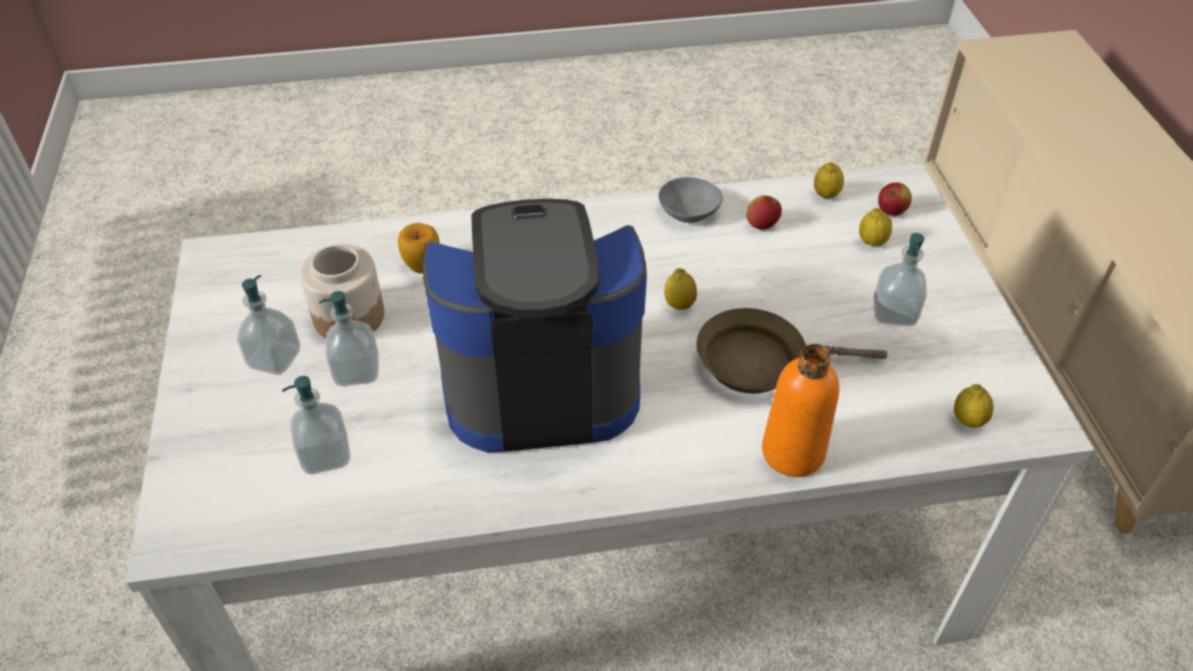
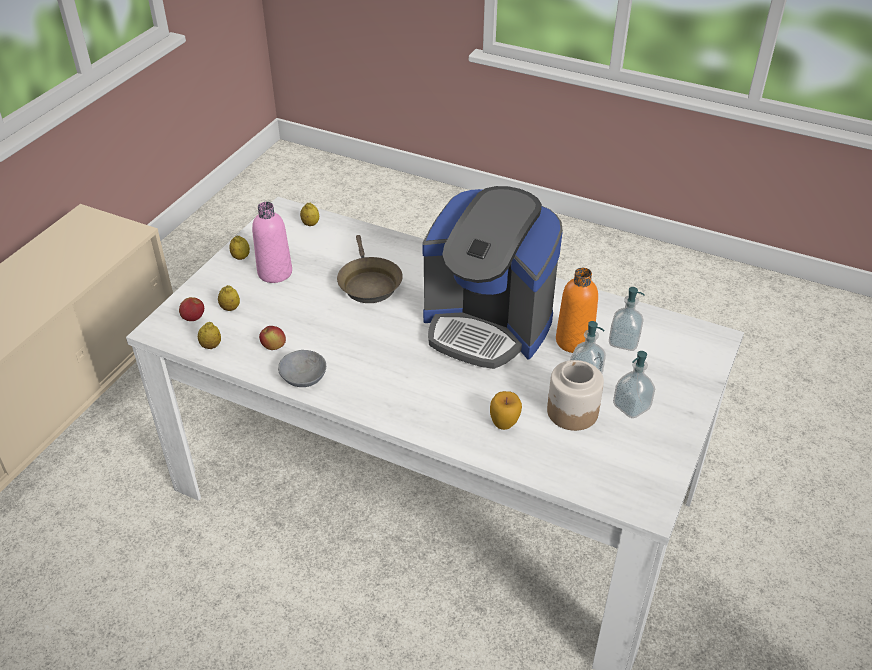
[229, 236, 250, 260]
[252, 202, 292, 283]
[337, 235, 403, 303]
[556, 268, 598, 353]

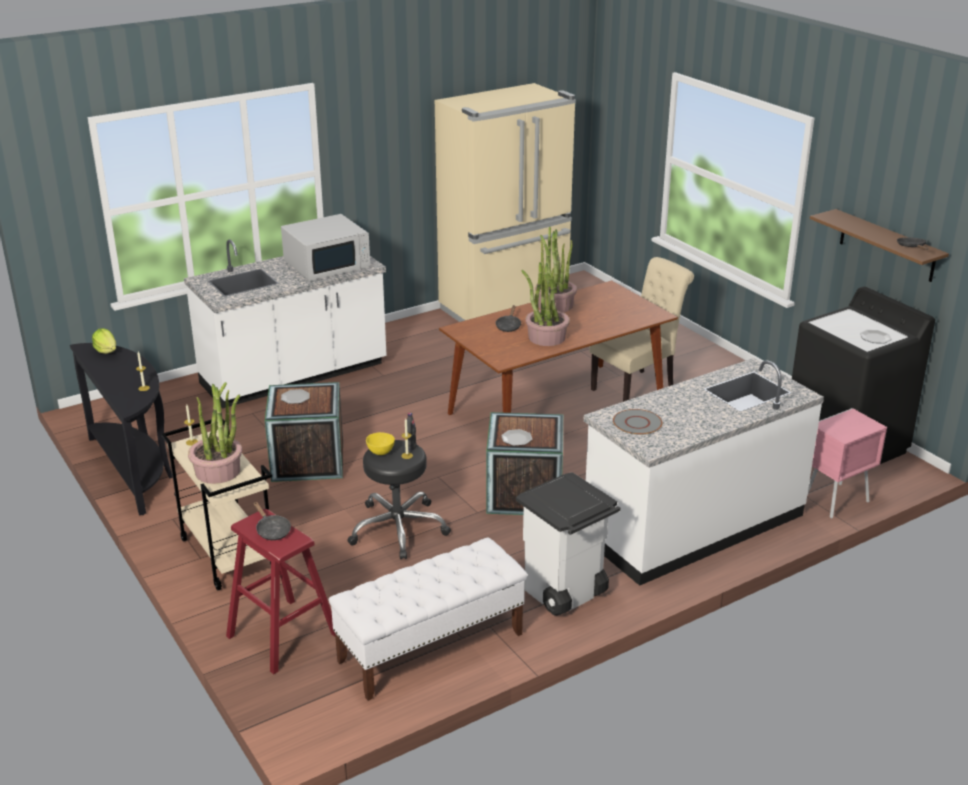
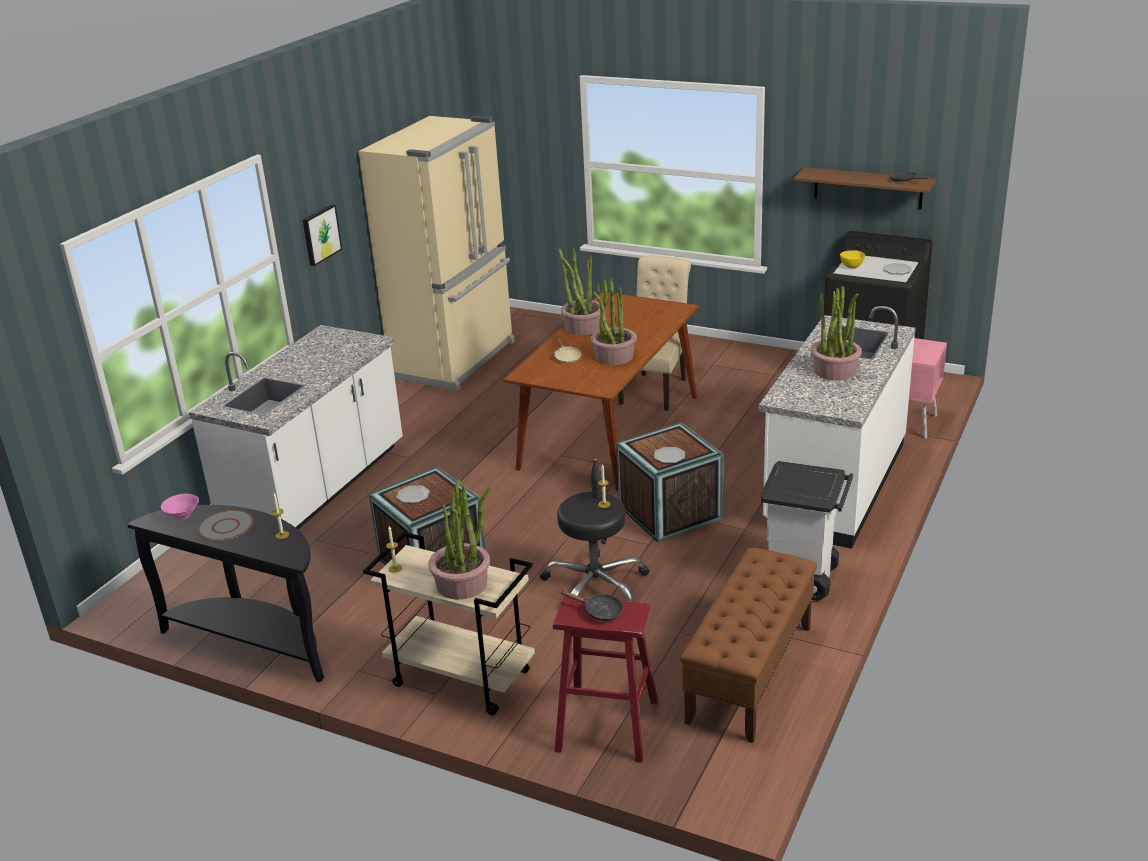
[161, 494, 199, 520]
[198, 510, 253, 541]
[303, 204, 342, 266]
[554, 337, 581, 363]
[680, 548, 817, 743]
[810, 286, 862, 380]
[840, 250, 865, 268]
[281, 214, 370, 281] (first image)

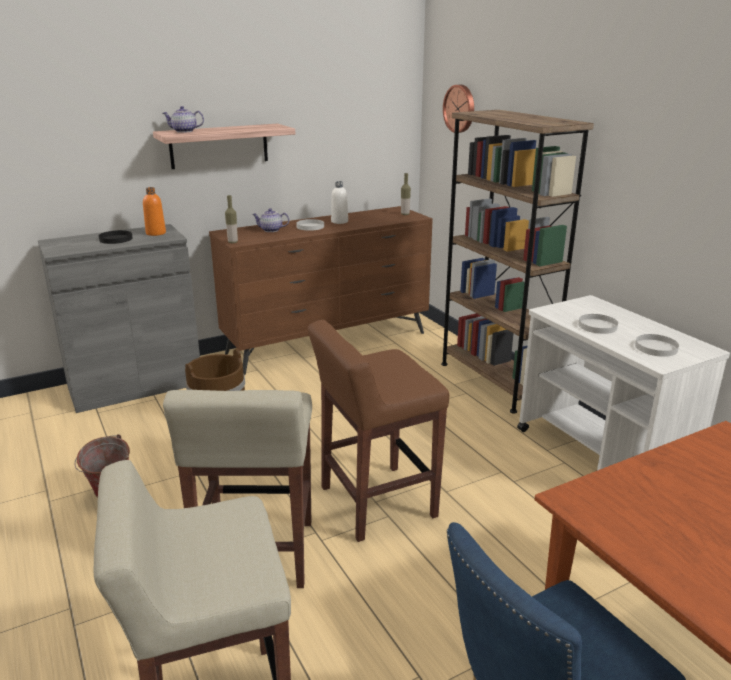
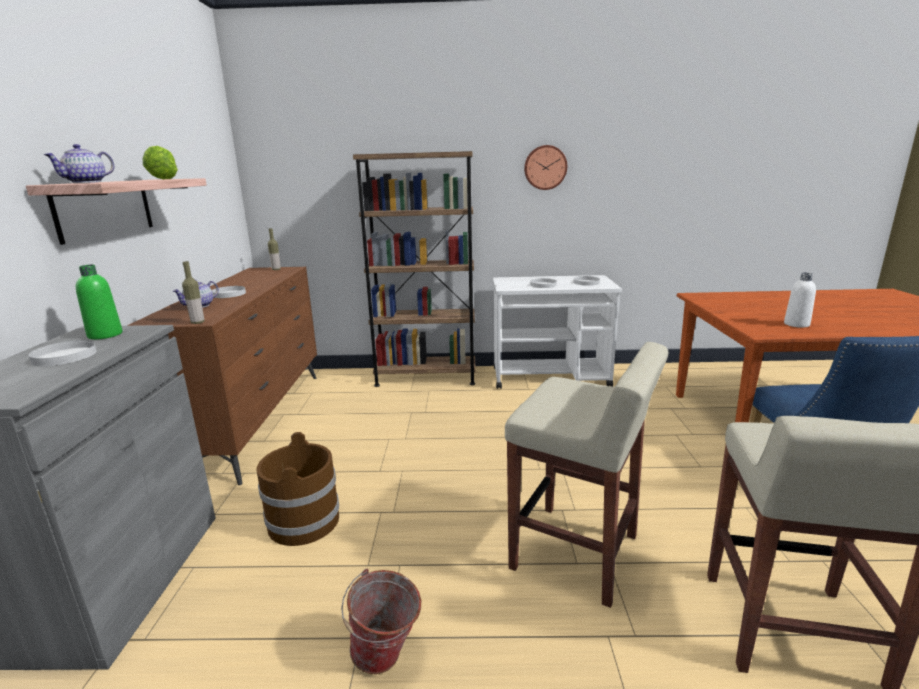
[28, 340, 97, 366]
[76, 265, 122, 340]
[143, 146, 178, 179]
[524, 145, 567, 190]
[784, 273, 816, 328]
[308, 320, 449, 542] (first image)

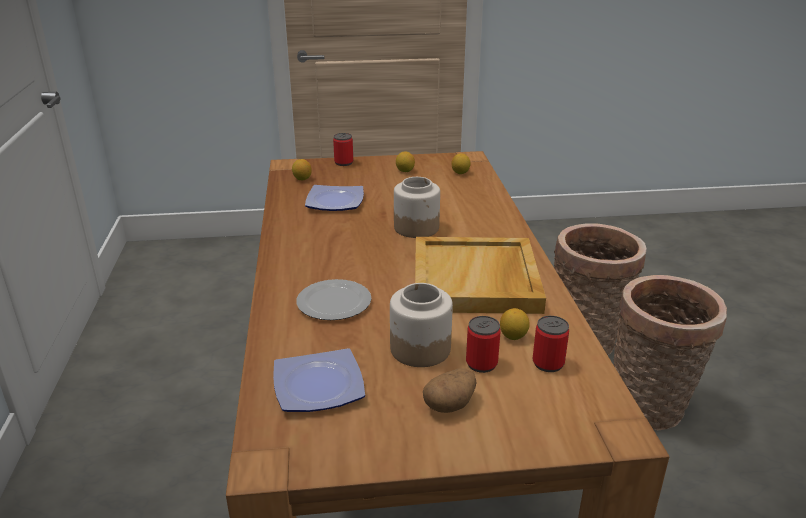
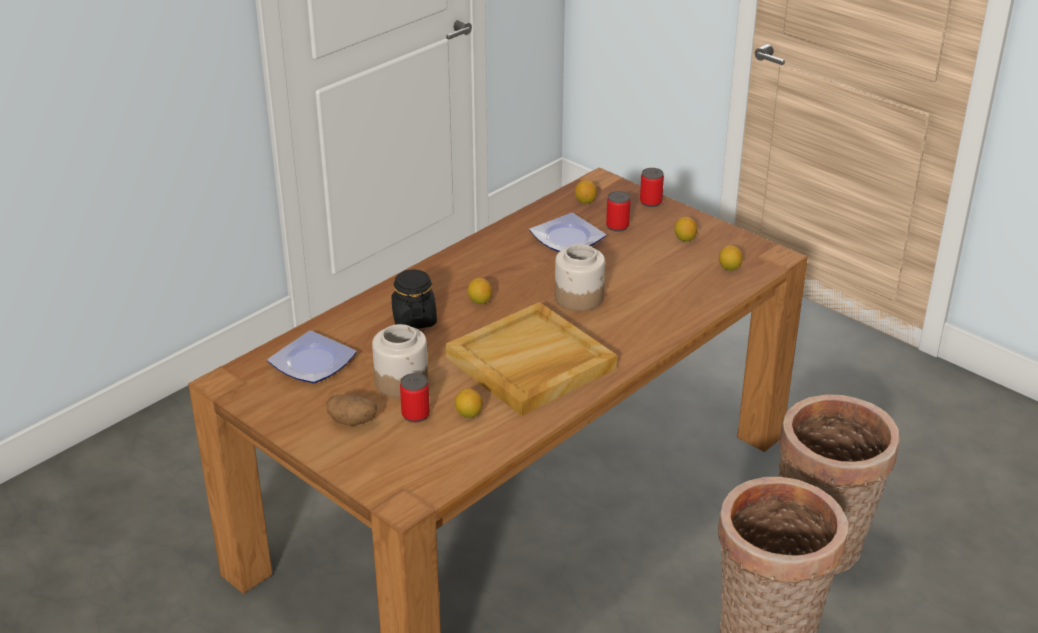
[391, 269, 437, 329]
[468, 278, 492, 304]
[606, 191, 631, 232]

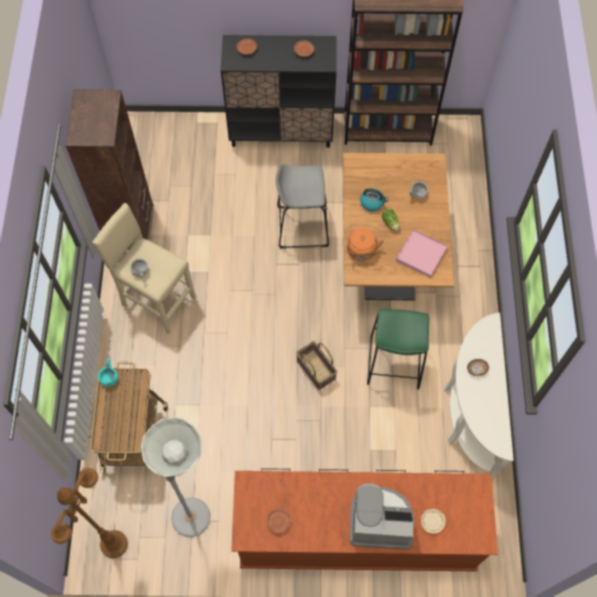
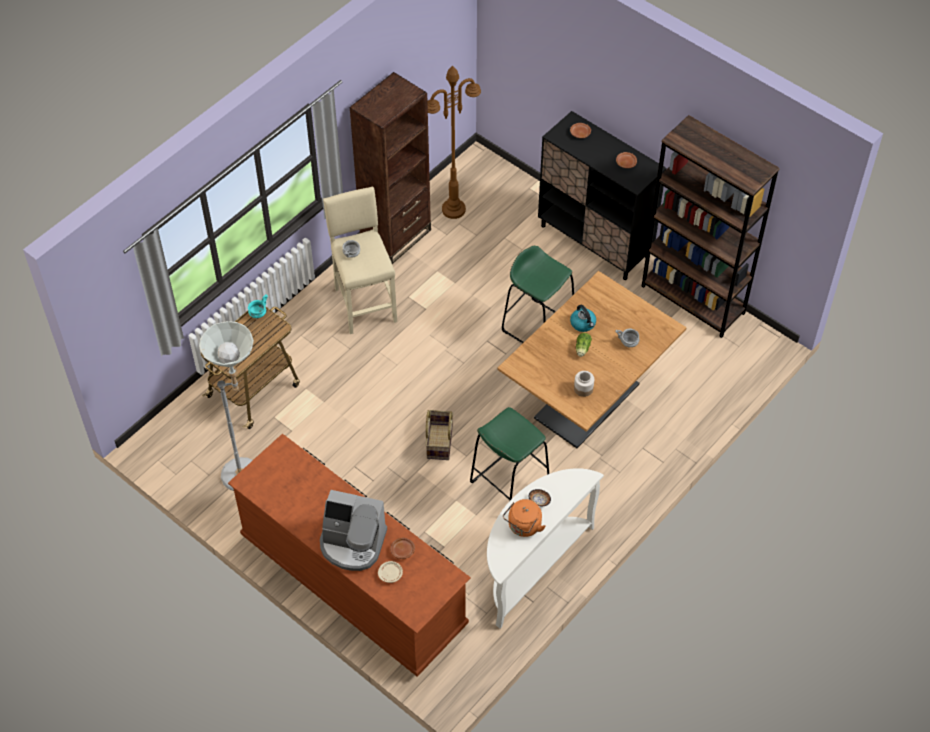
[320, 490, 387, 571]
[390, 538, 415, 559]
[427, 66, 481, 219]
[502, 246, 574, 343]
[503, 499, 546, 537]
[574, 371, 594, 397]

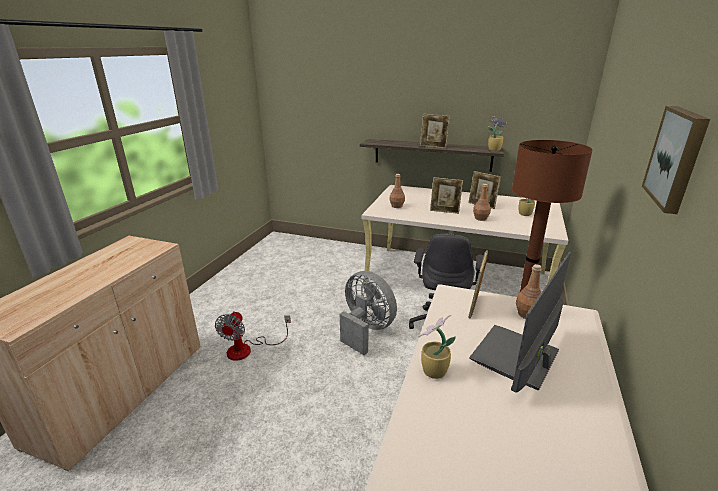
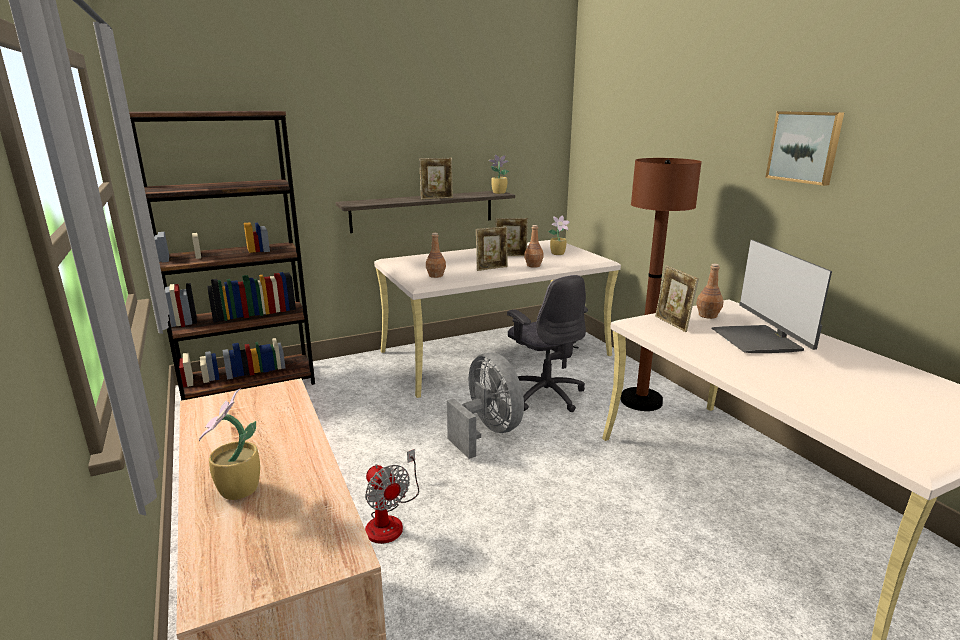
[129, 111, 315, 401]
[199, 389, 260, 500]
[447, 353, 524, 459]

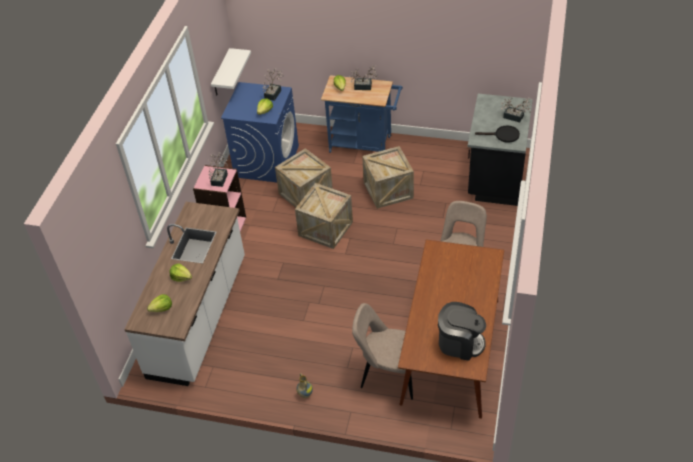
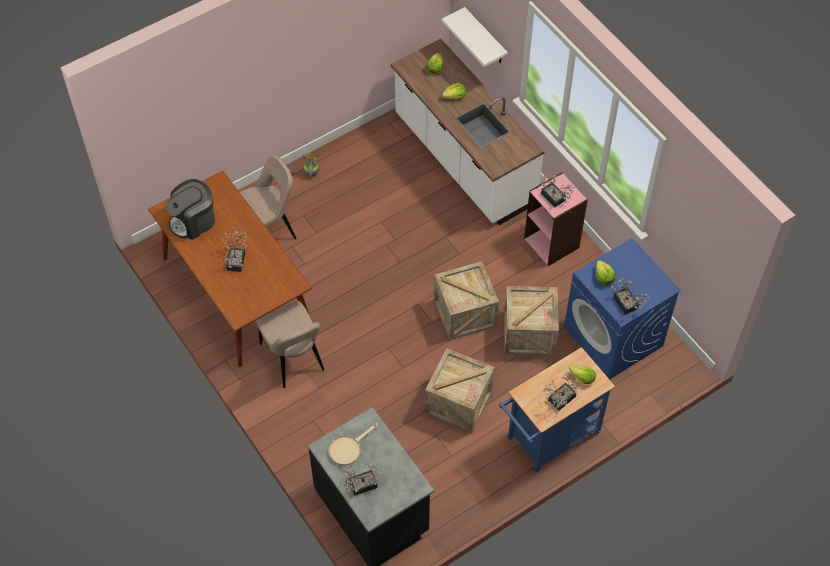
[222, 231, 247, 272]
[329, 423, 378, 465]
[442, 7, 508, 67]

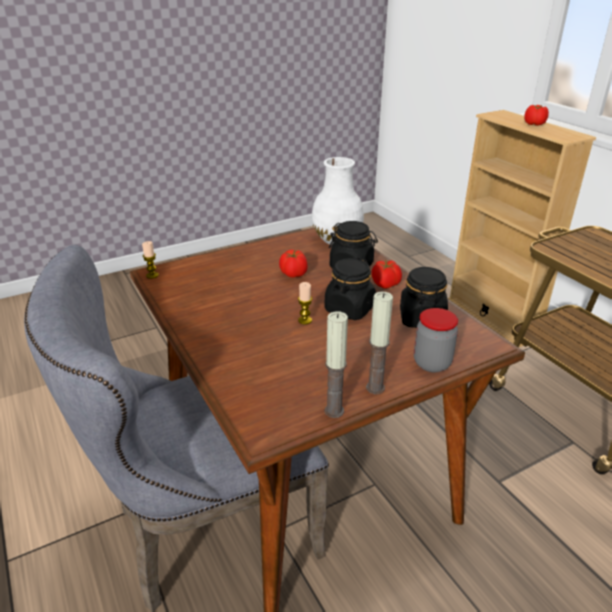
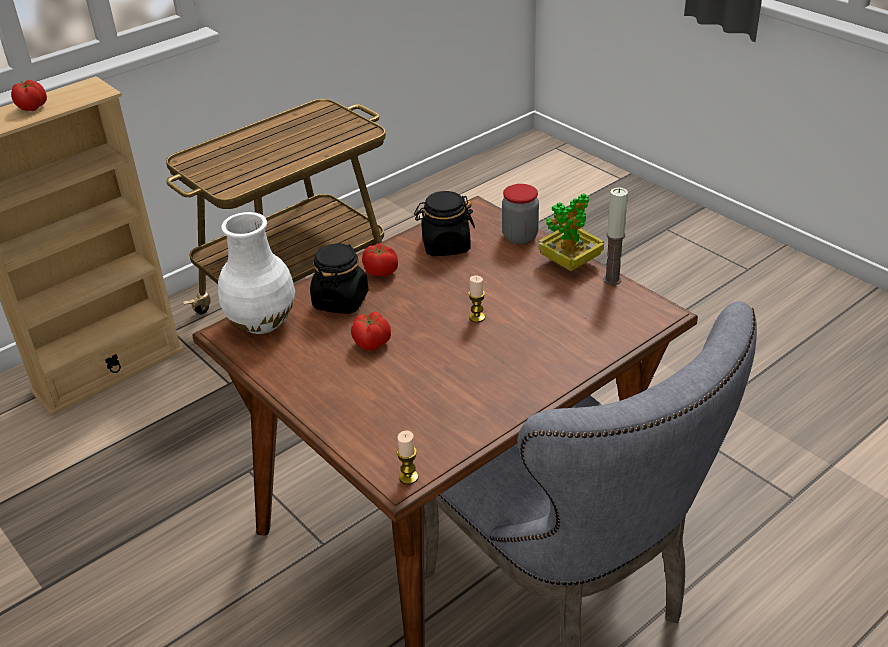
[539, 193, 604, 271]
[324, 257, 376, 320] (first image)

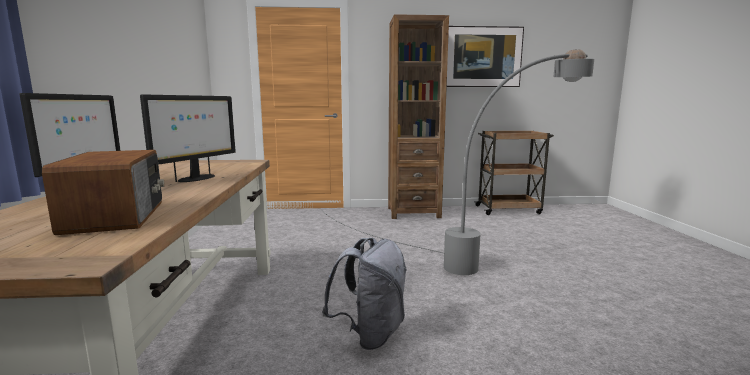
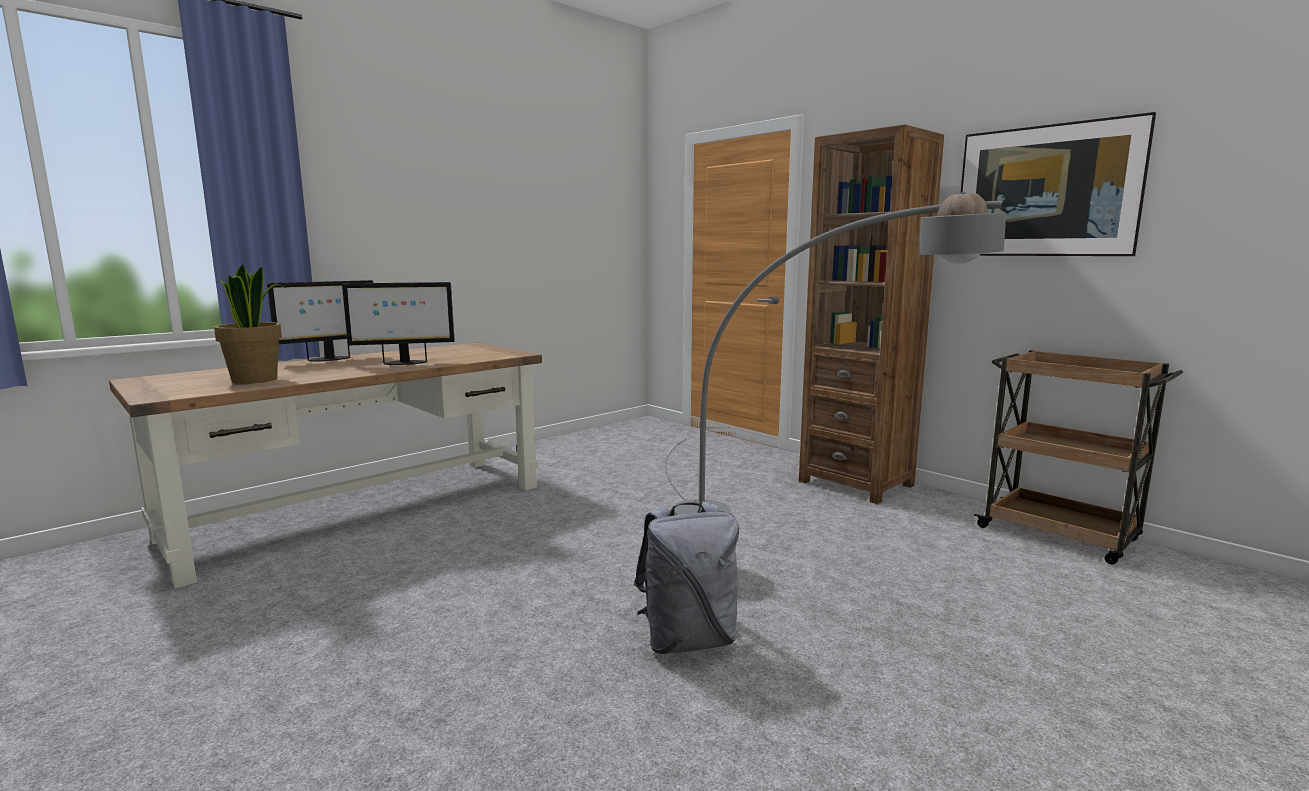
[214, 264, 286, 384]
[634, 502, 739, 654]

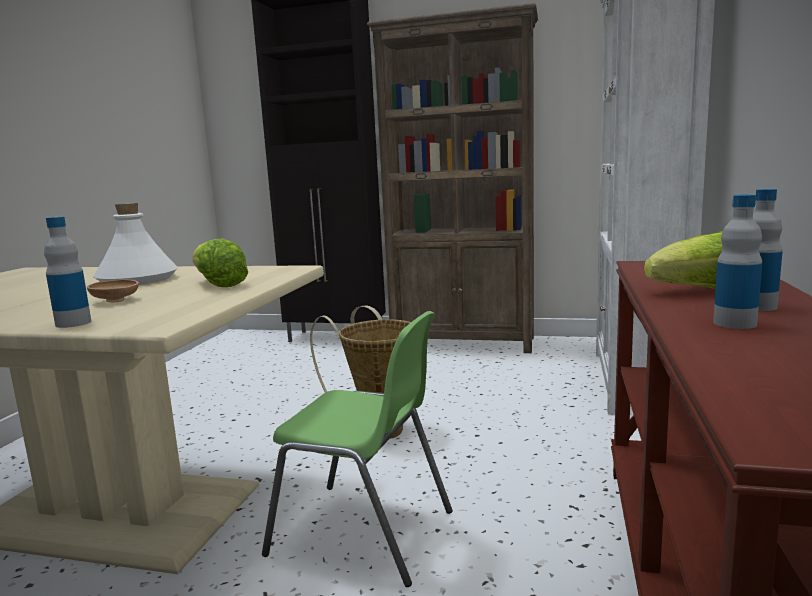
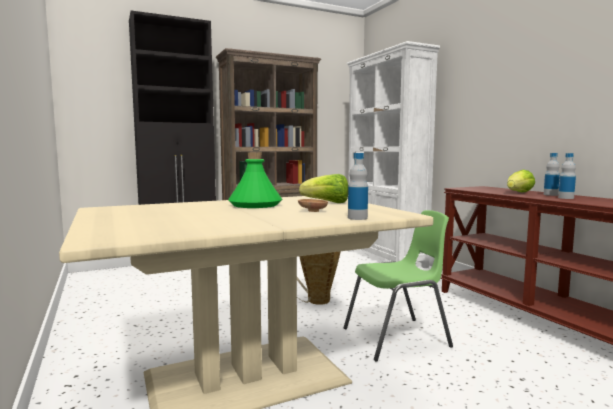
[228, 152, 282, 208]

